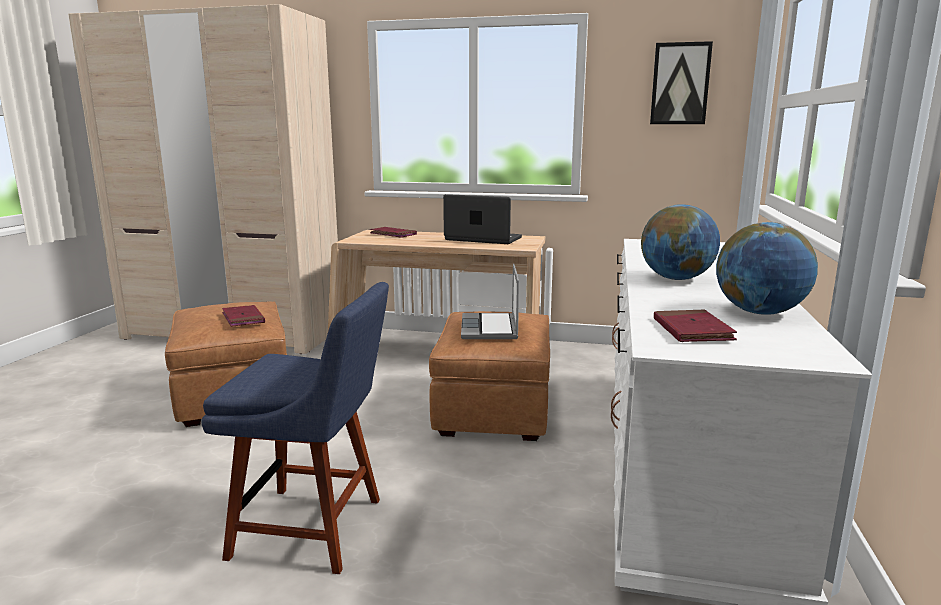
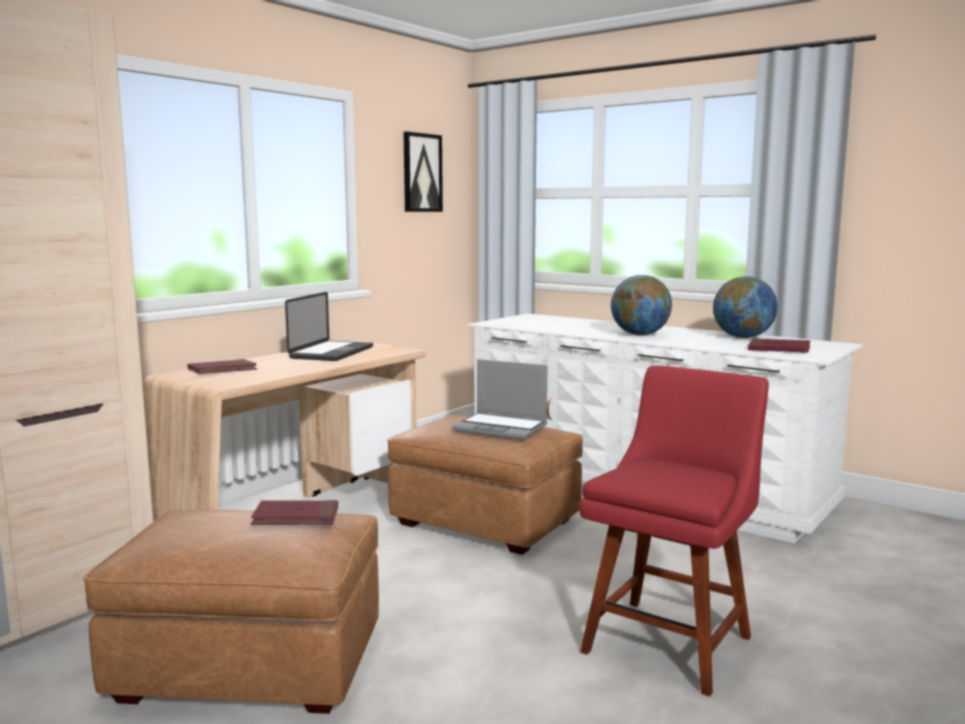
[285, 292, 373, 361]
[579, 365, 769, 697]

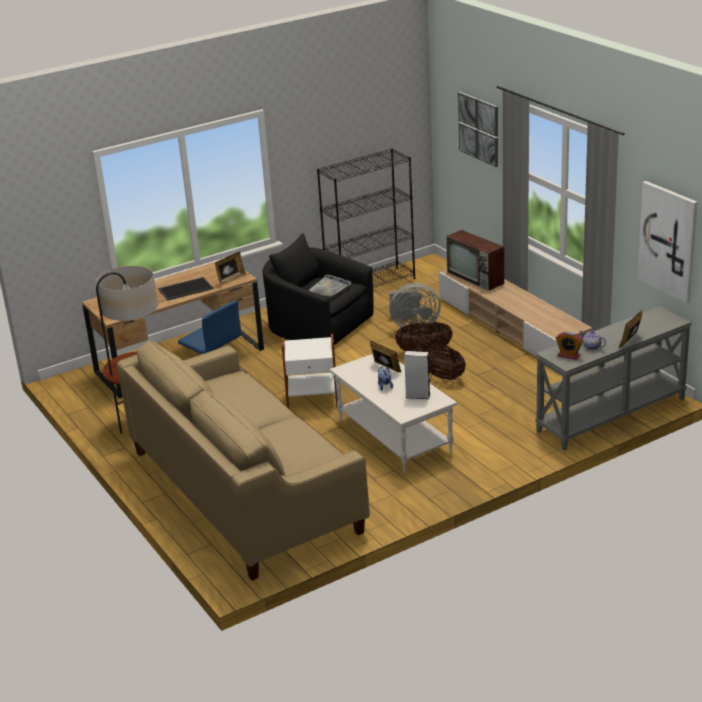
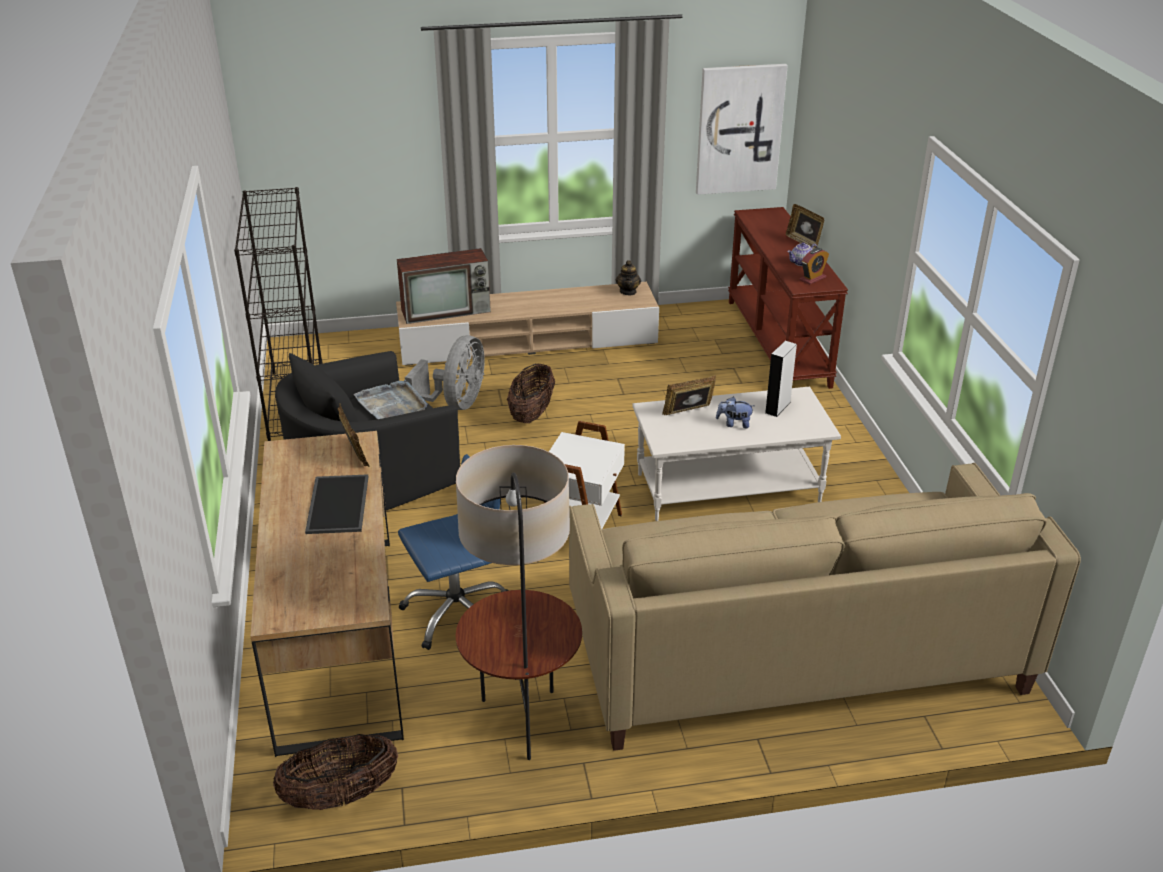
[273, 733, 398, 810]
[616, 260, 641, 295]
[728, 207, 848, 389]
[458, 92, 498, 167] (first image)

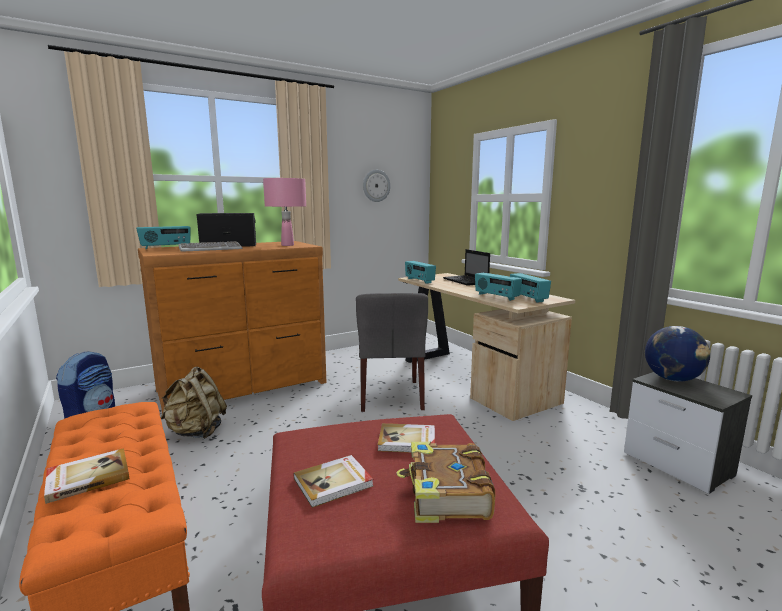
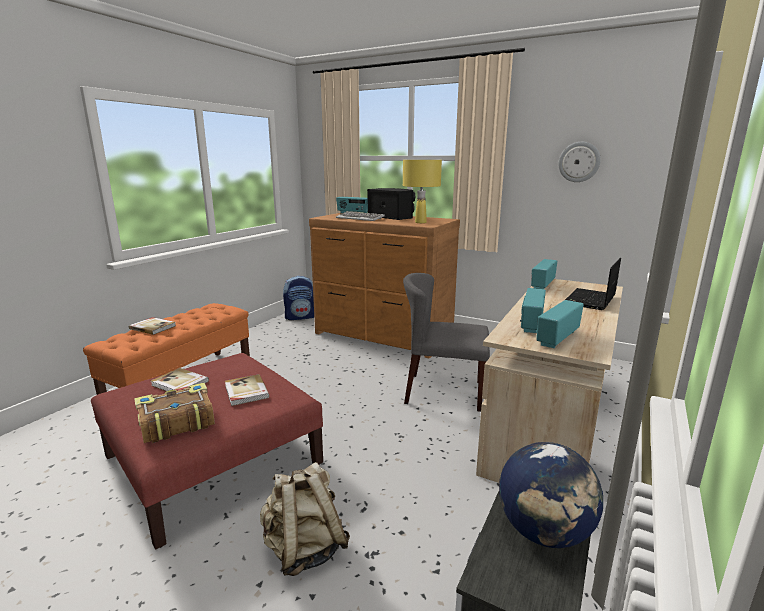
[260, 462, 350, 576]
[403, 160, 442, 223]
[403, 273, 490, 412]

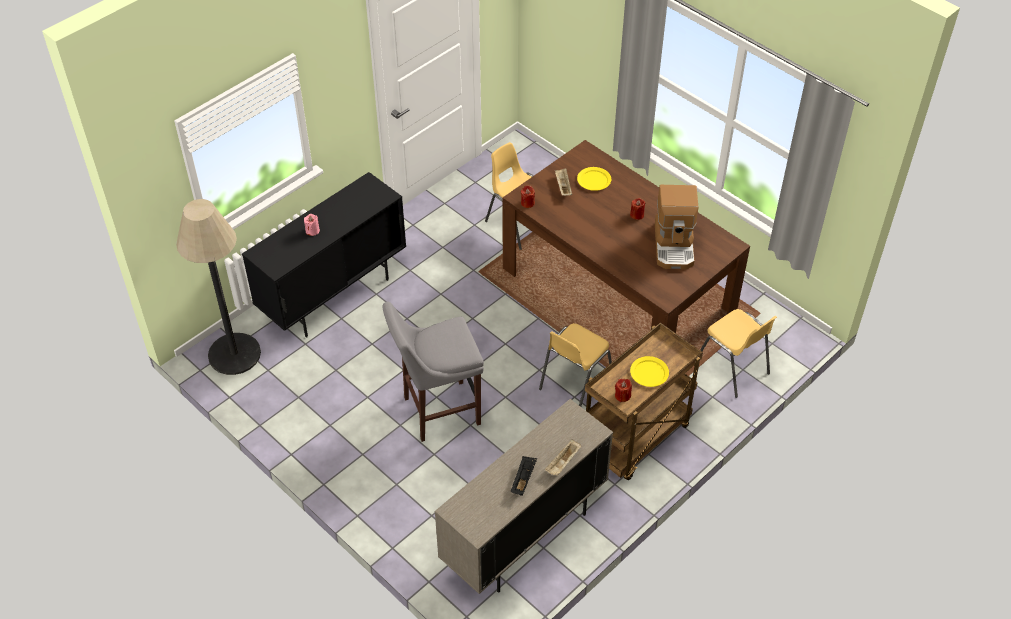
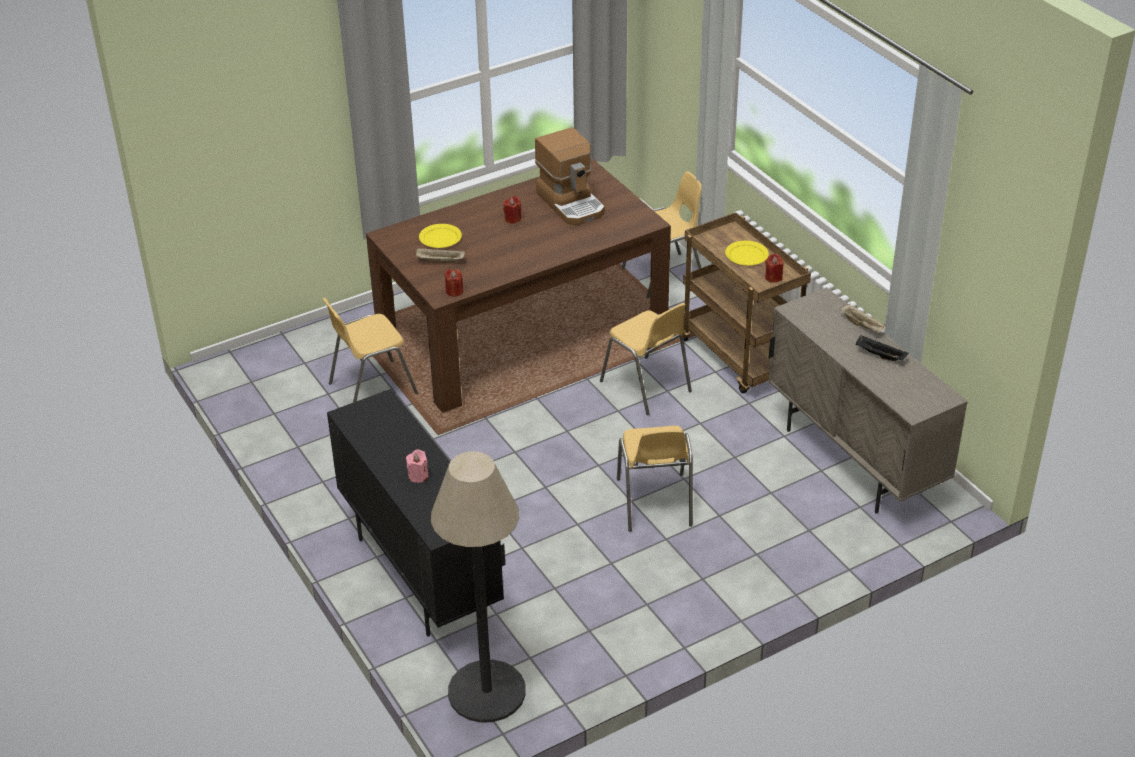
[535, 127, 605, 225]
[617, 426, 693, 531]

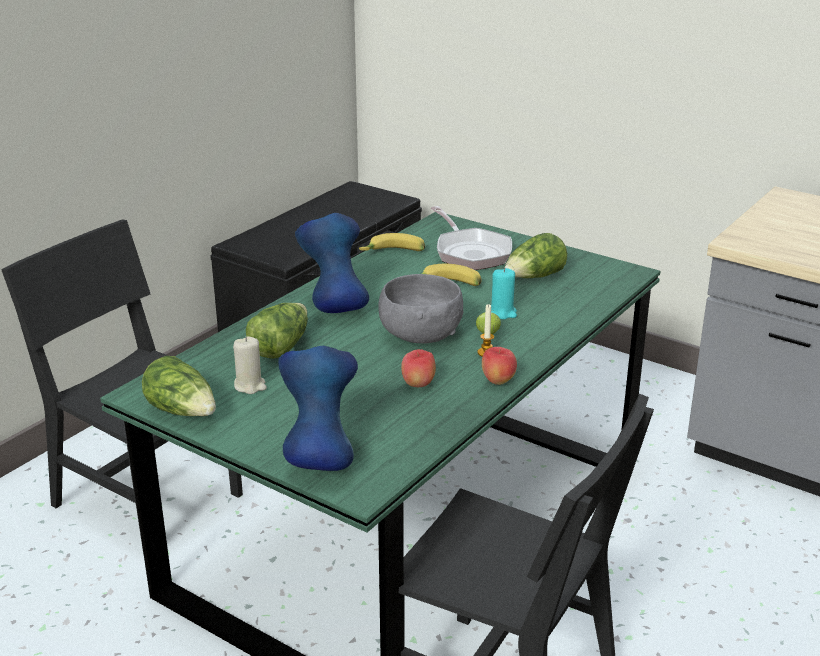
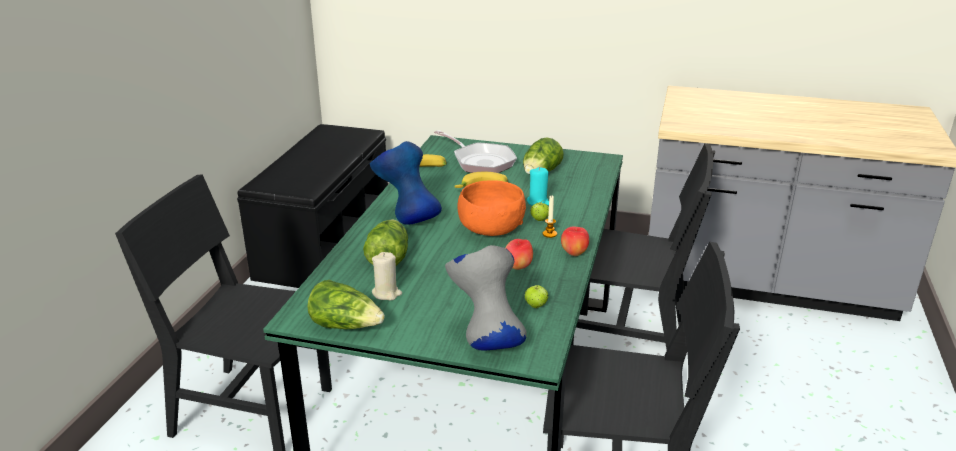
[445, 245, 527, 350]
[457, 180, 526, 236]
[525, 285, 548, 308]
[571, 144, 715, 349]

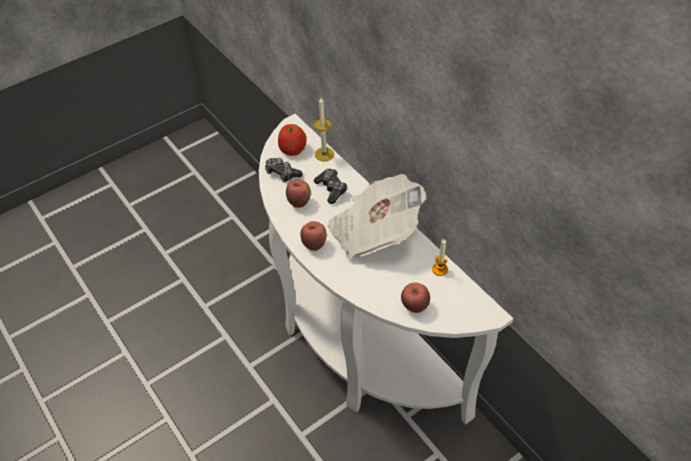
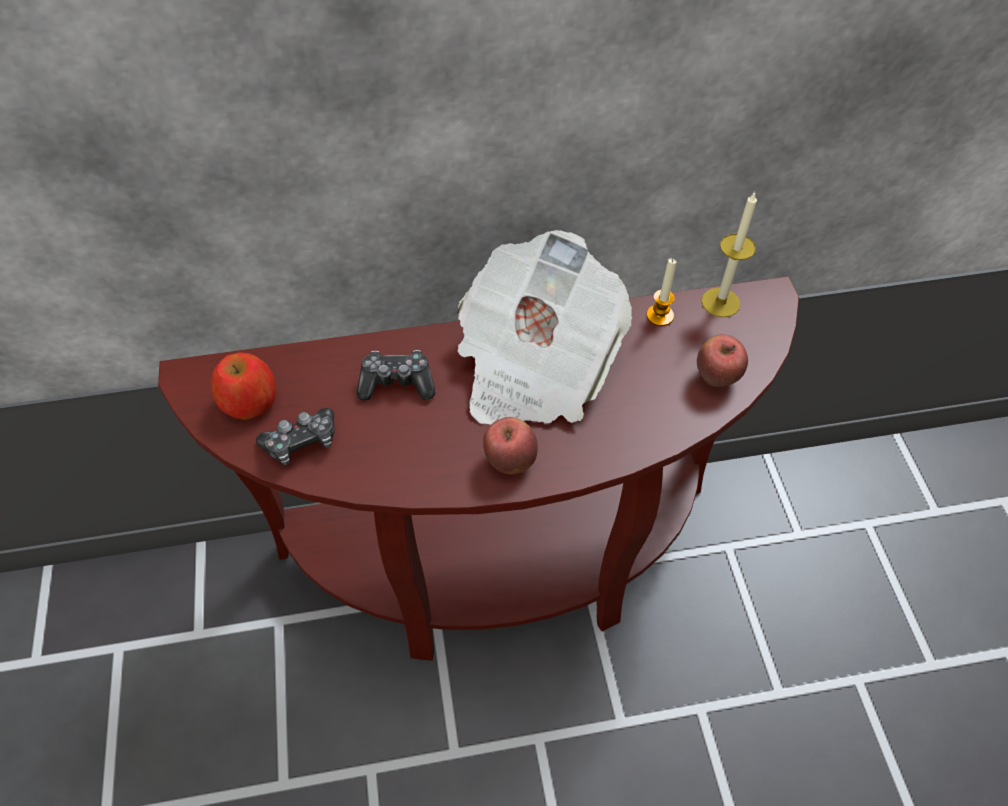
[158, 277, 799, 661]
[701, 192, 757, 318]
[286, 180, 311, 208] (first image)

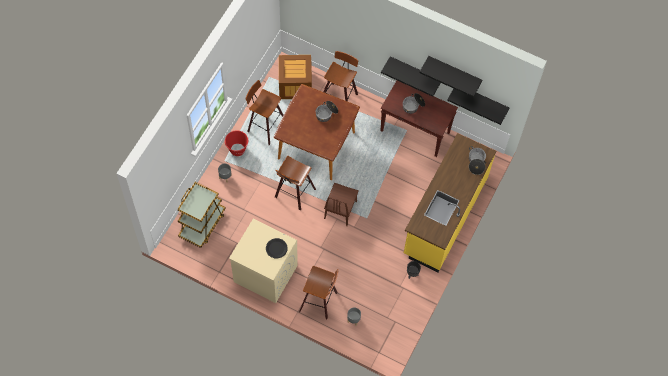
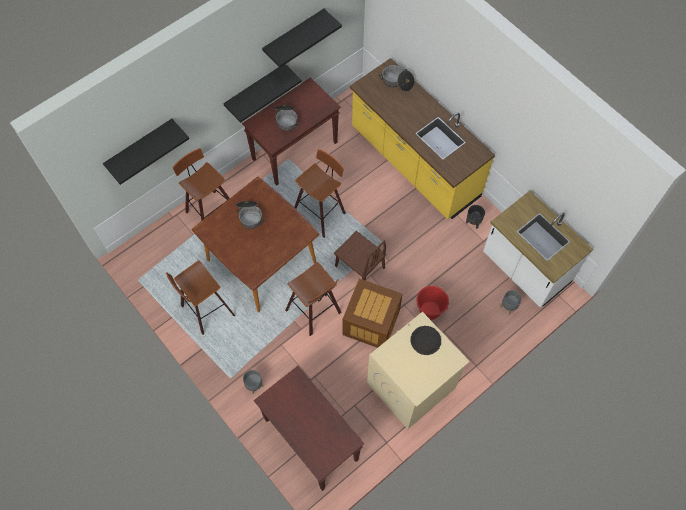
[103, 119, 189, 185]
[254, 366, 364, 491]
[294, 149, 346, 238]
[342, 279, 402, 348]
[416, 286, 449, 320]
[483, 191, 593, 308]

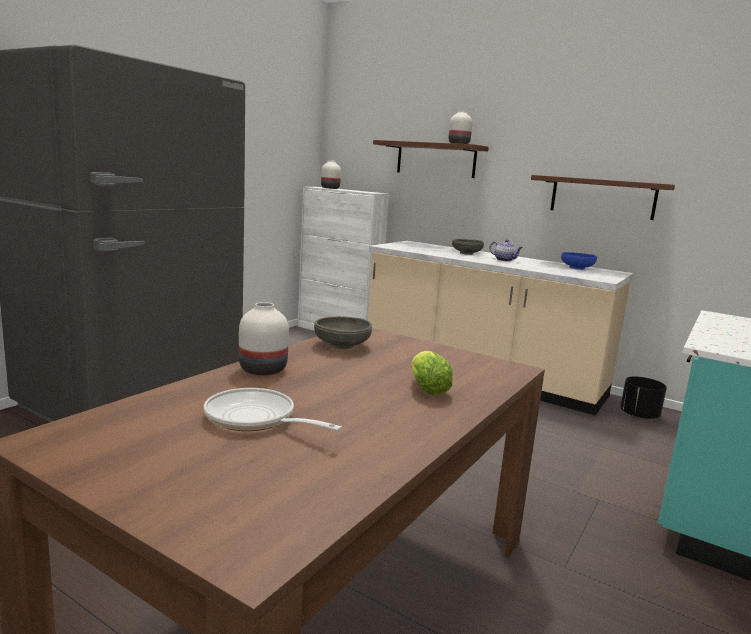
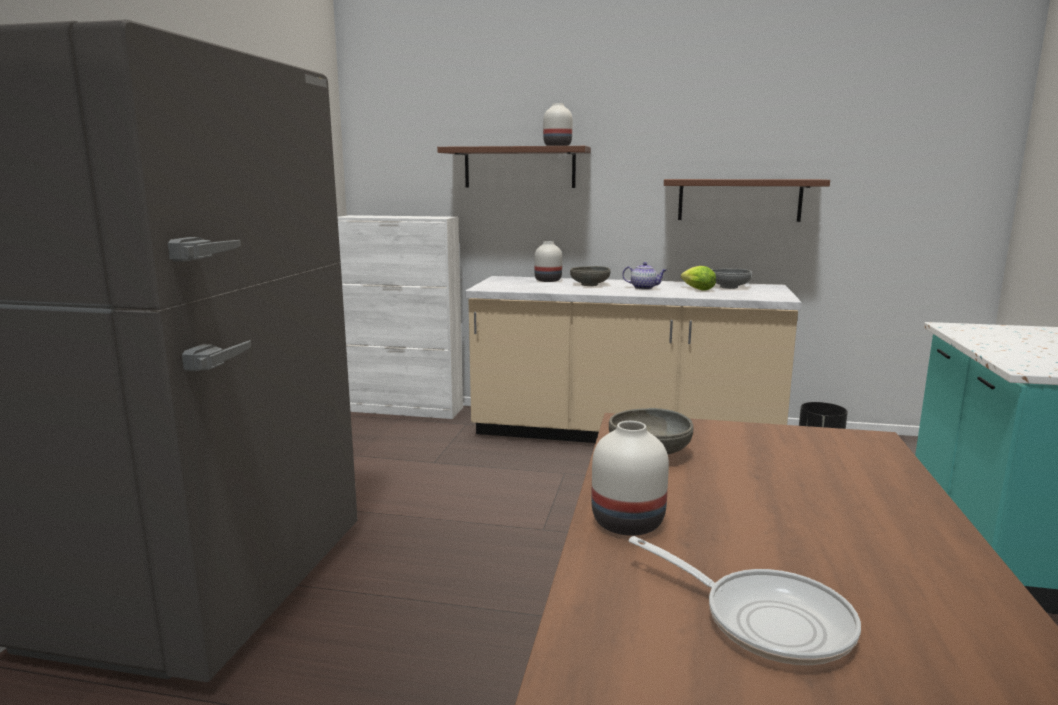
[534, 241, 562, 282]
[629, 536, 861, 665]
[681, 266, 716, 291]
[711, 269, 752, 289]

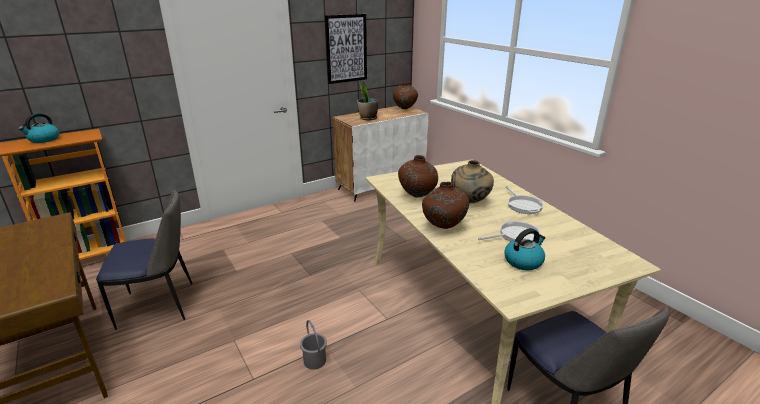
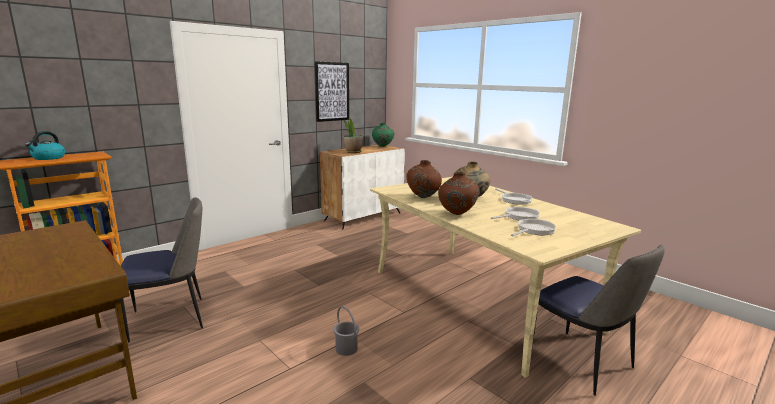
[372, 123, 394, 147]
[511, 219, 556, 236]

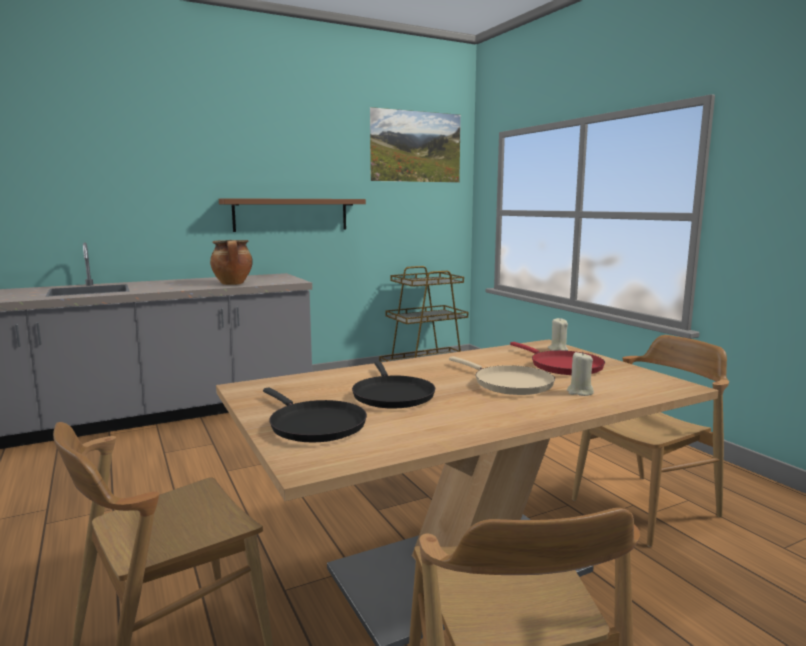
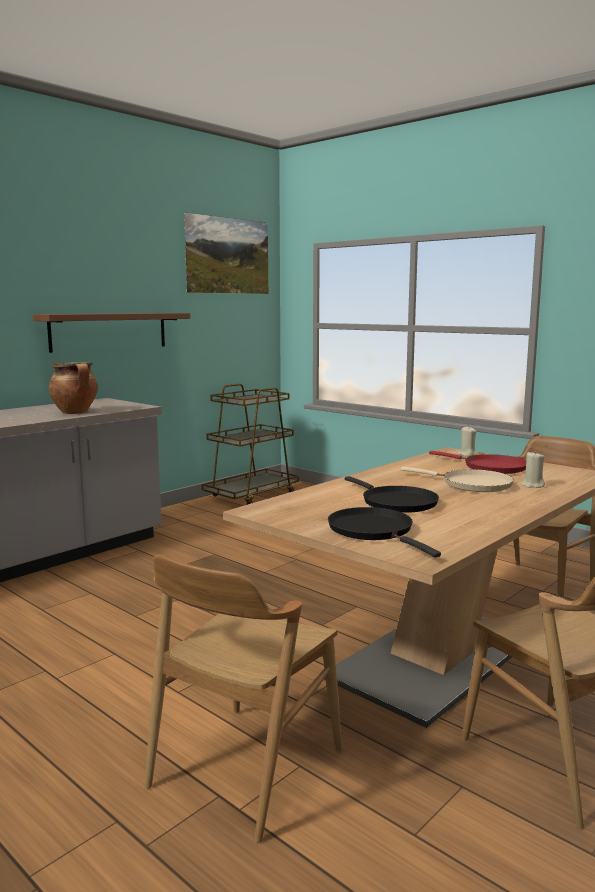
[328, 507, 441, 557]

